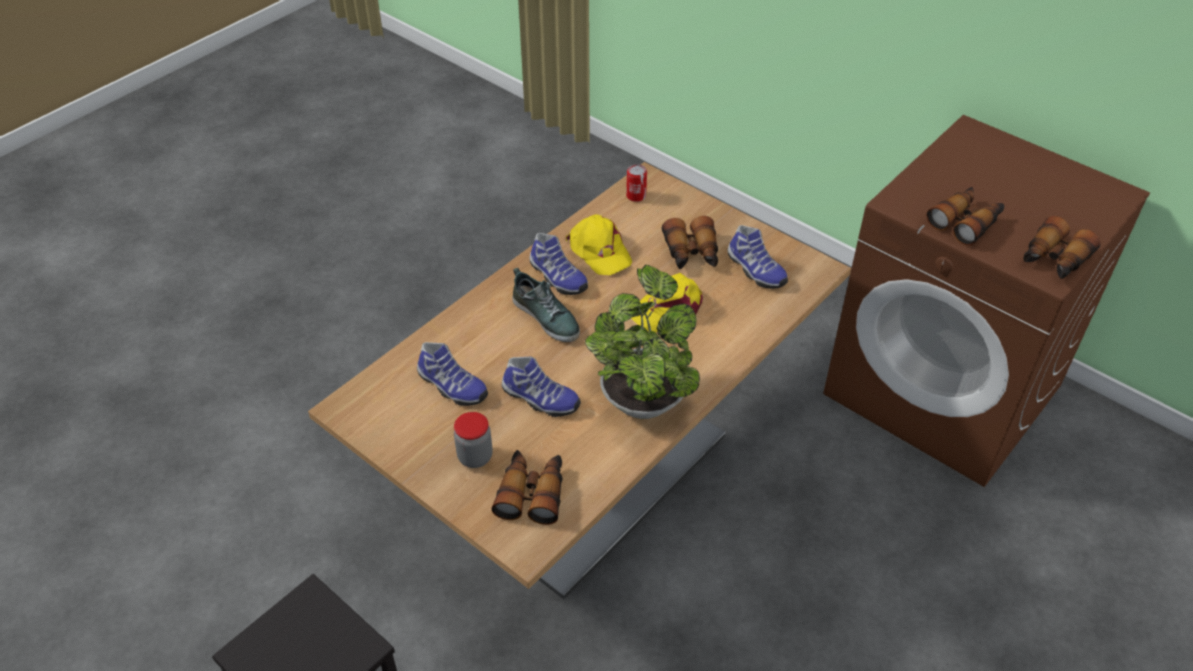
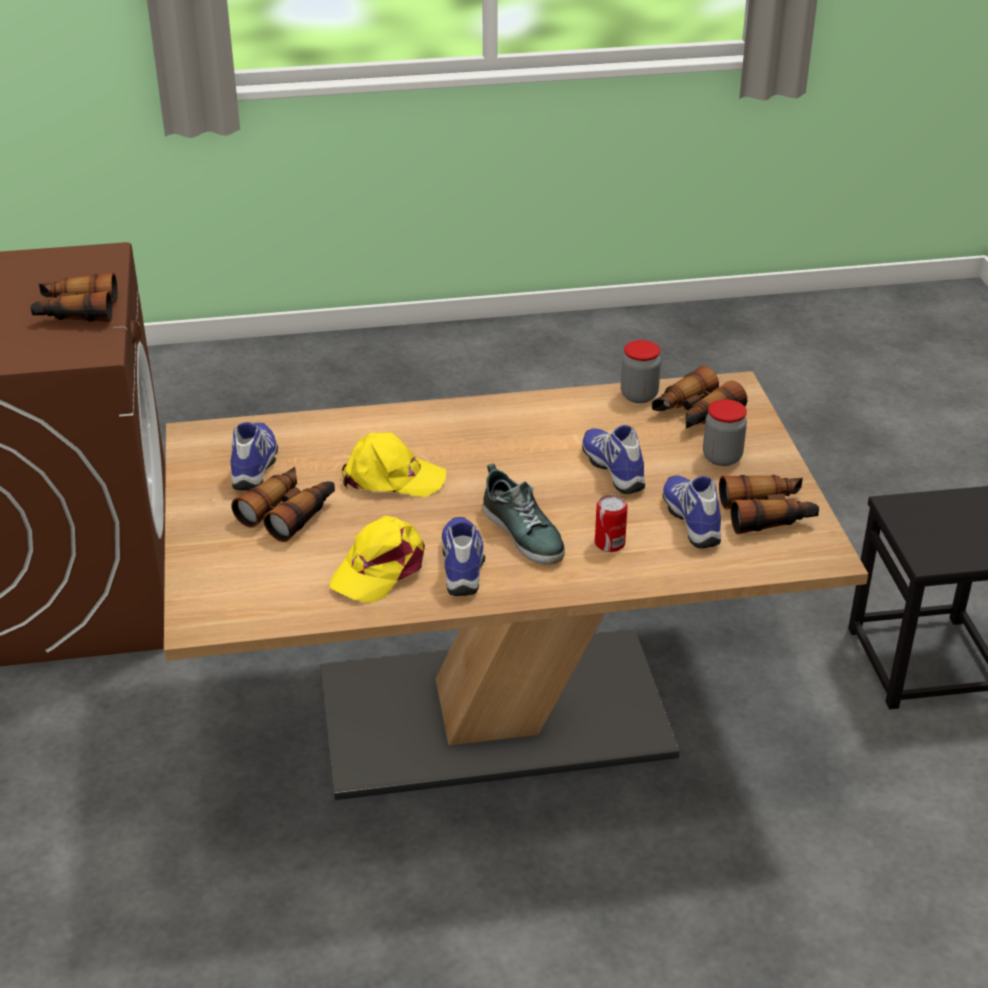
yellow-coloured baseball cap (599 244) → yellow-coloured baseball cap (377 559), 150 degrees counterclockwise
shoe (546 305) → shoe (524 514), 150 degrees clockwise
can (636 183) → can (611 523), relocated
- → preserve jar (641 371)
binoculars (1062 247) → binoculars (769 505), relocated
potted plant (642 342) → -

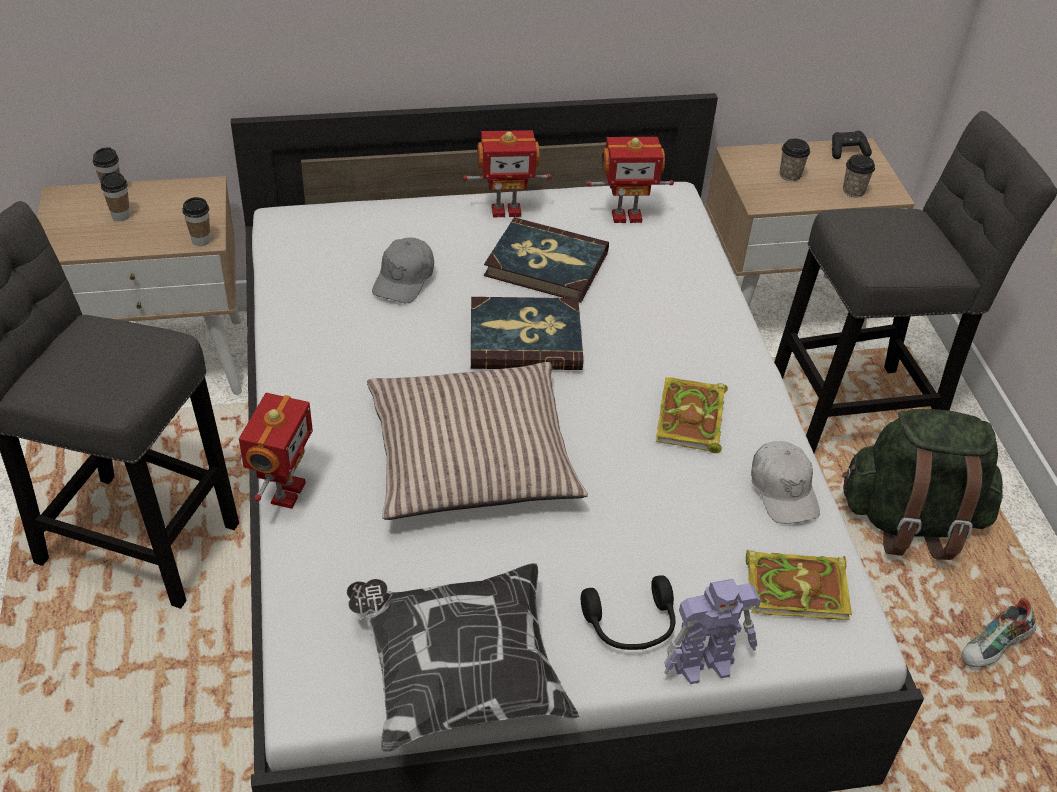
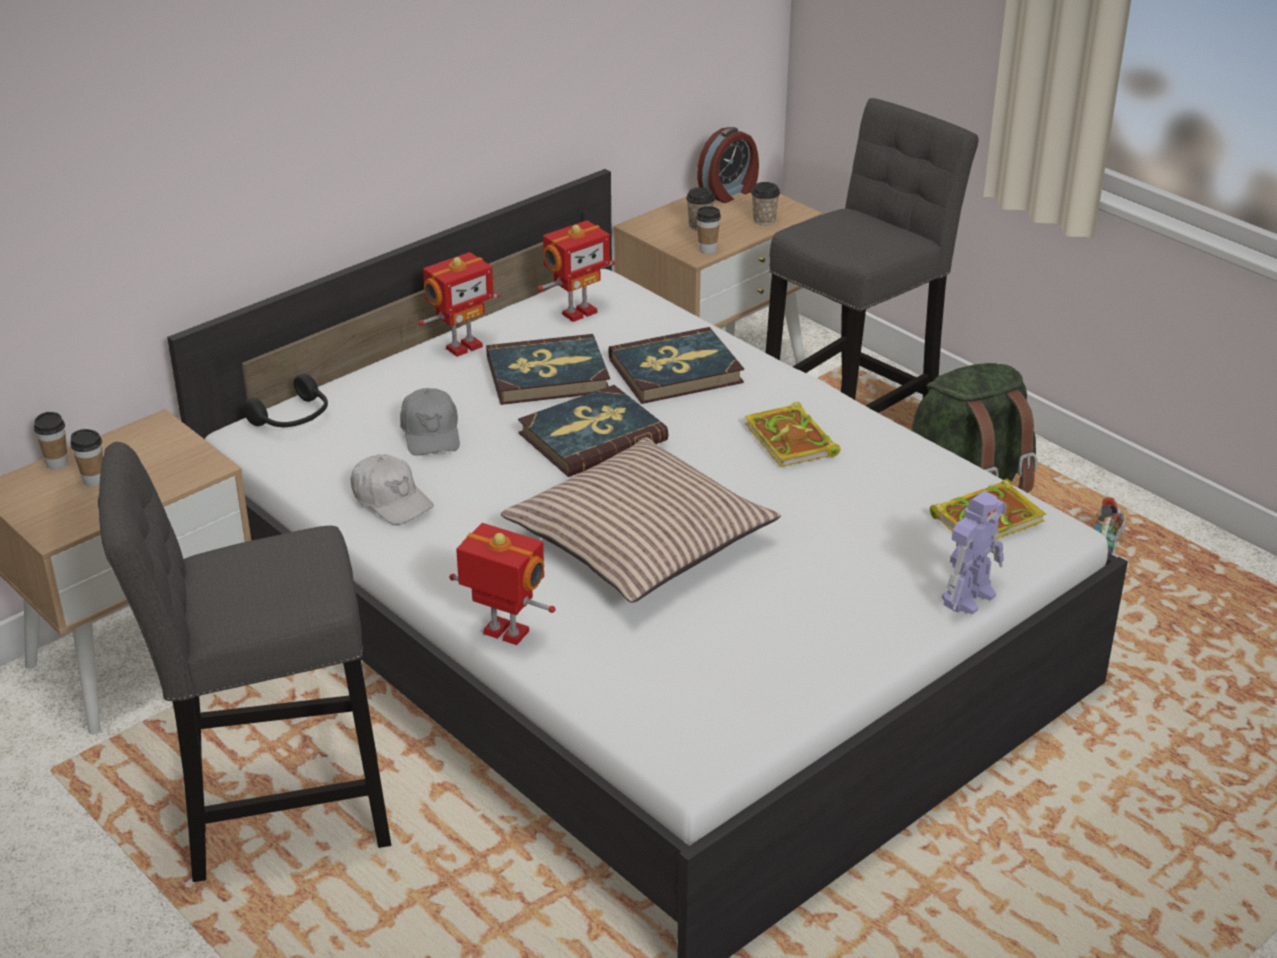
black-coloured headphones (628 612) → black-coloured headphones (285 400), relocated
white-coloured baseball cap (785 482) → white-coloured baseball cap (392 489), relocated
toy robot (276 451) → toy robot (502 584), 45 degrees counterclockwise
- → volume (676 365)
small cup (196 221) → small cup (708 230), relocated
black-coloured joypad (852 145) → bedside clock (728 165)
pillow (463 657) → -

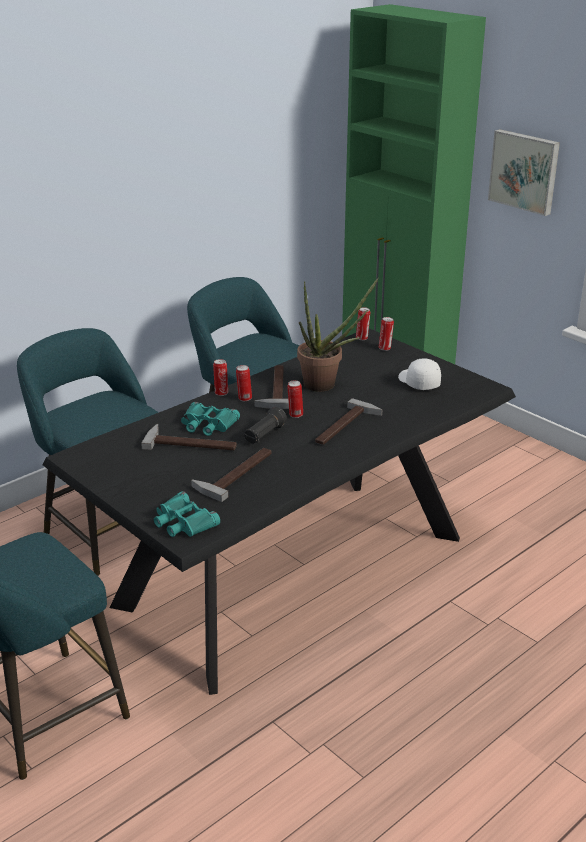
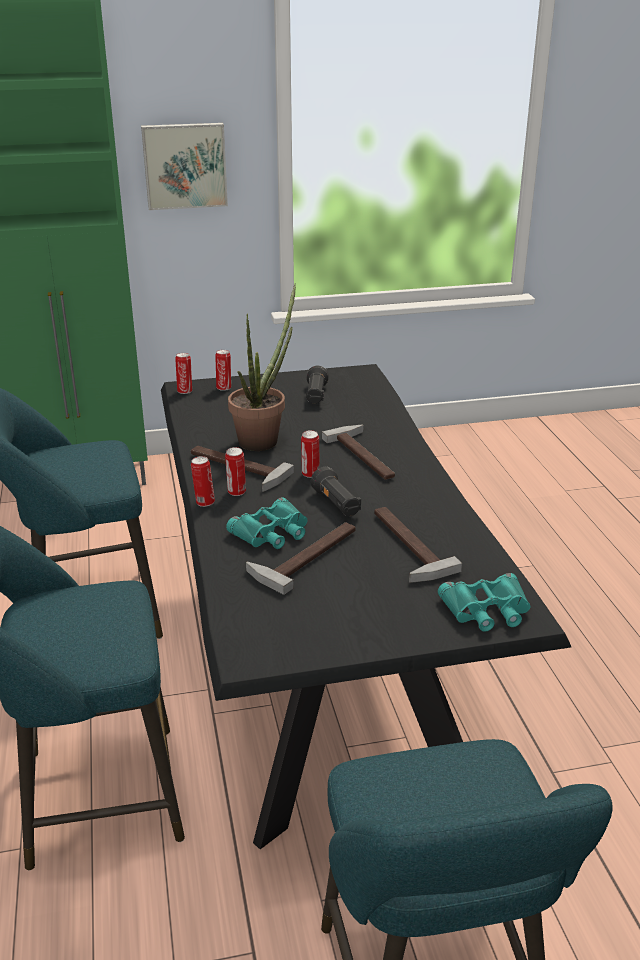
white-coloured baseball cap (419 374) → black-coloured flashlight (317 385)

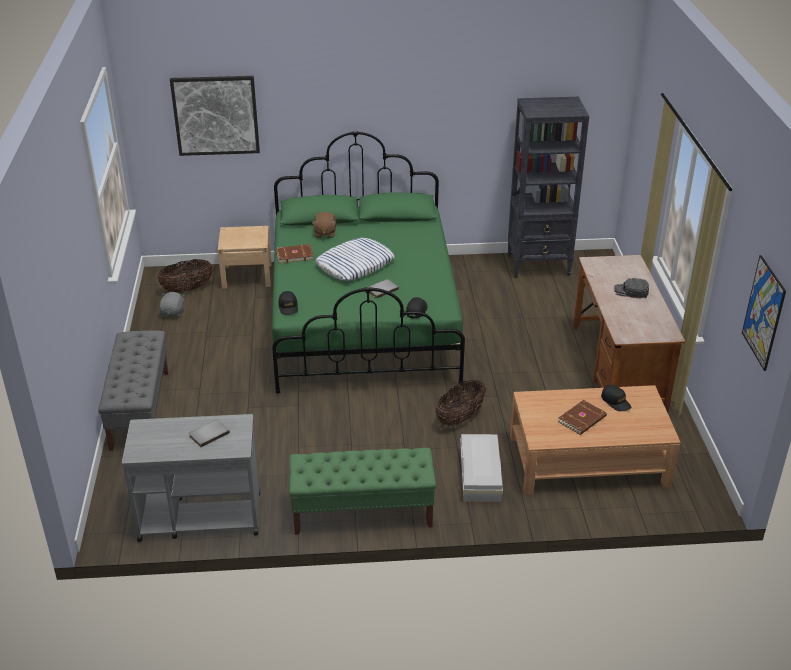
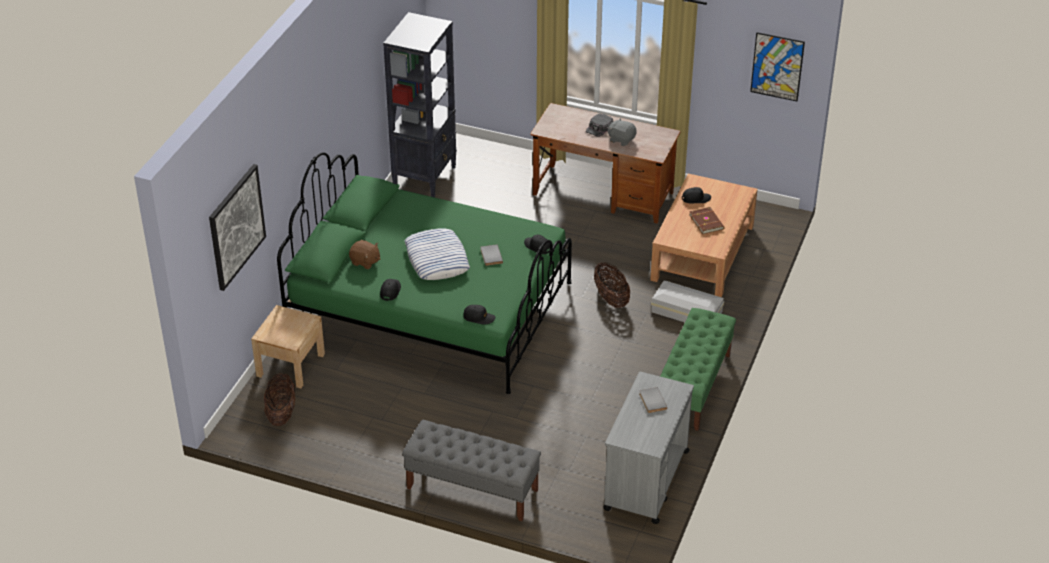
brownish volume (295 253) → black-coloured baseball cap (390 290)
gray plush toy (172 304) → gray plush toy (622 132), relocated

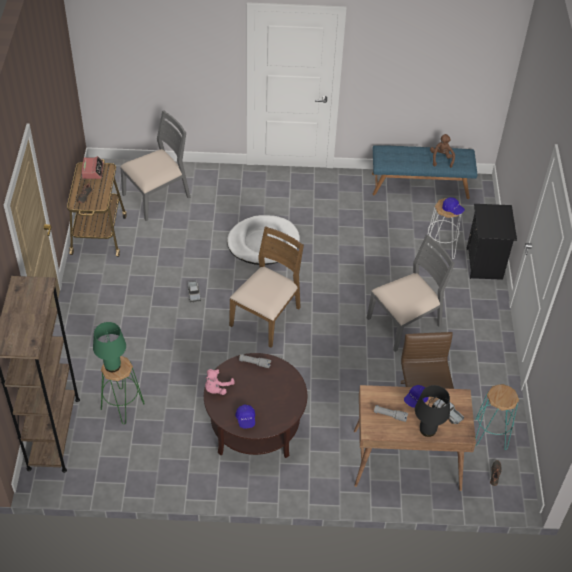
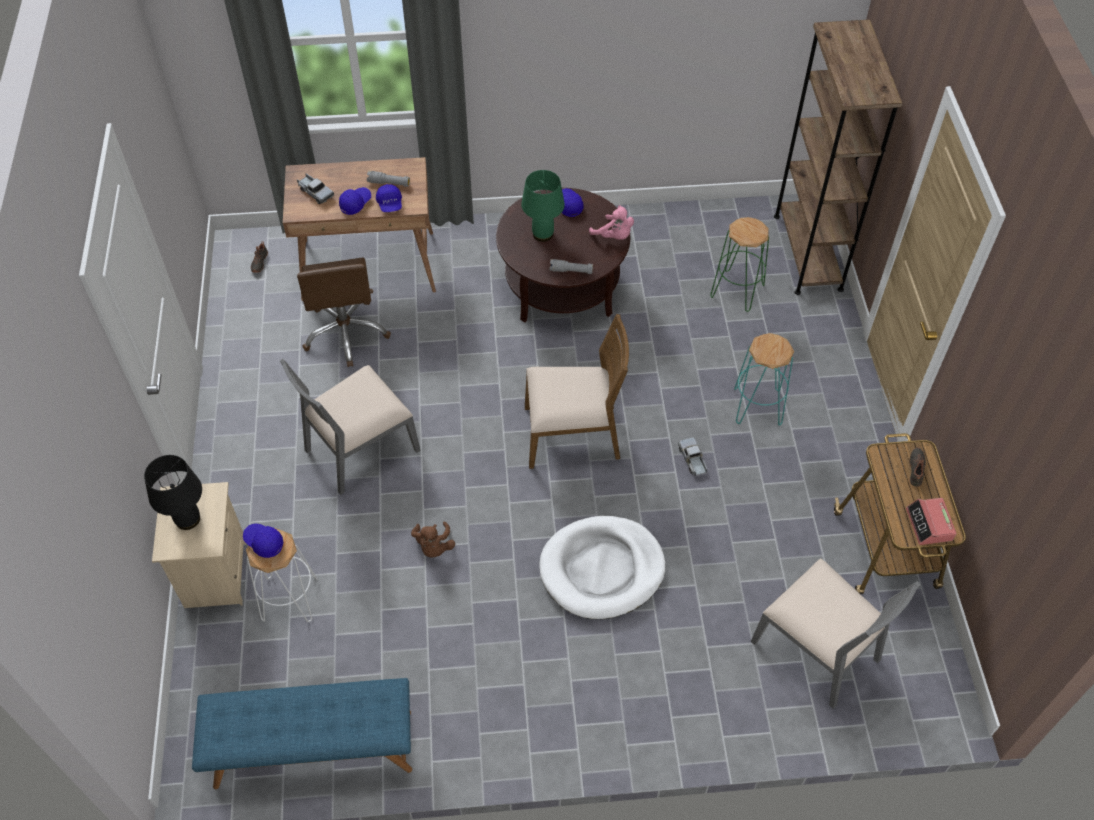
black-coloured tabletop lamp (432 411) → black-coloured tabletop lamp (173 492), relocated
black-coloured night table (492 242) → sand-coloured night table (199 545)
- → bluish baseball cap (389 198)
brownish plush toy (442 151) → brownish plush toy (433 540), relocated
green-coloured tabletop lamp (109 347) → green-coloured tabletop lamp (543 206), relocated
brownish plain chair (266 287) → brownish plain chair (577 391), 120 degrees counterclockwise
pink plush toy (220 382) → pink plush toy (611 222), 105 degrees clockwise
turquoise-coloured stool seat (497 417) → turquoise-coloured stool seat (764 379), relocated
gray plain chair (155 165) → gray plain chair (836 633), 90 degrees counterclockwise

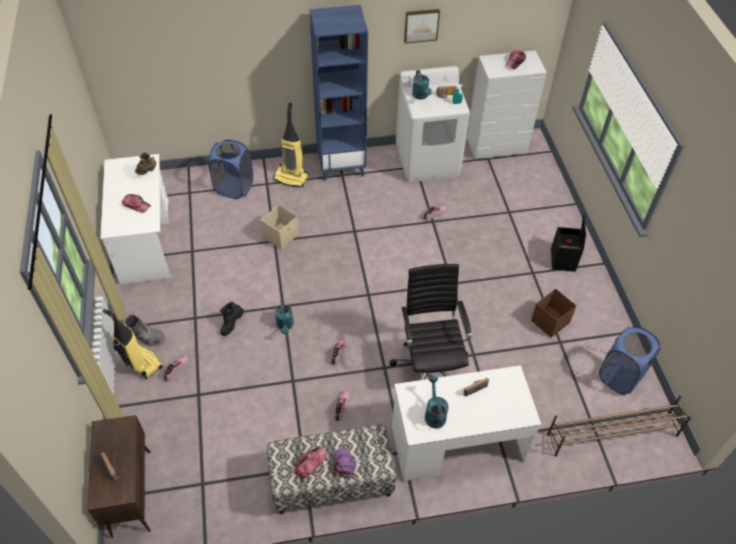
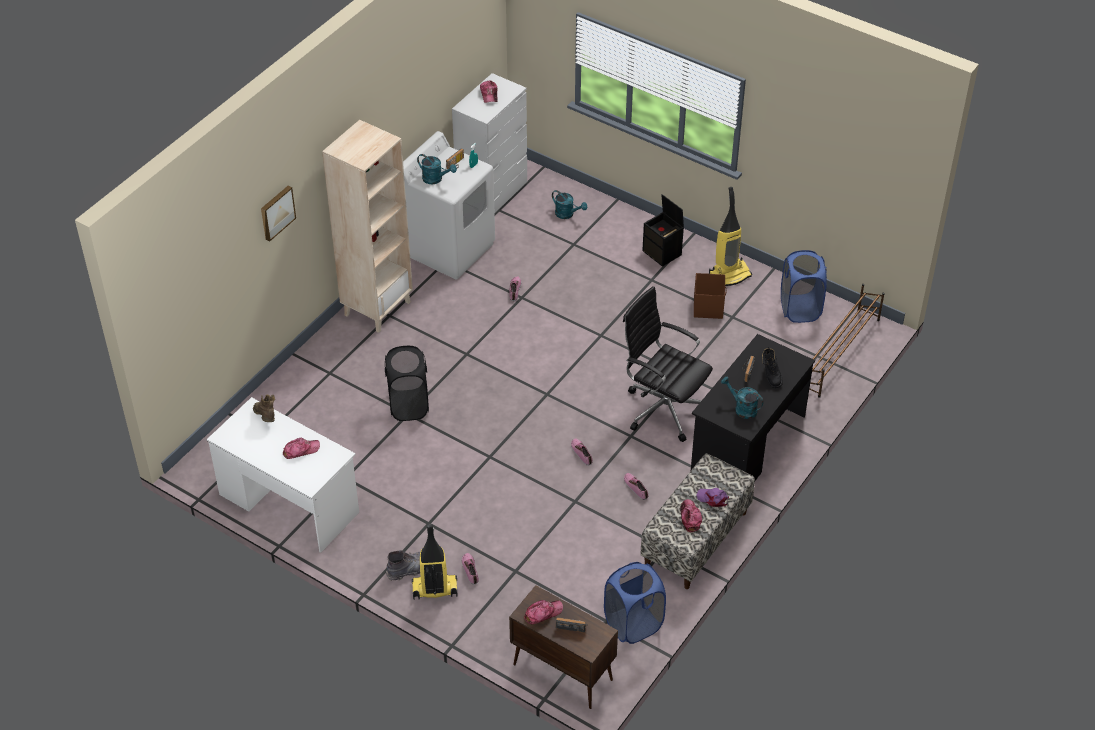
wall picture (422 26) → wall picture (278 214), relocated
bluish shelving unit (339 93) → sand-coloured shelving unit (367 226)
sand-coloured storage box (280 227) → black-coloured laundry basket (407 383)
- → baseball cap (543 612)
turquoise-coloured sprinkling can (284 317) → turquoise-coloured sprinkling can (569 204), relocated
bluish laundry basket (231 169) → bluish laundry basket (635 603), relocated
white-coloured desk (466 423) → black-coloured desk (753 407)
vacuum cleaner (291 145) → vacuum cleaner (730 236), relocated
black-coloured boot (232 319) → black-coloured boot (772 367), relocated

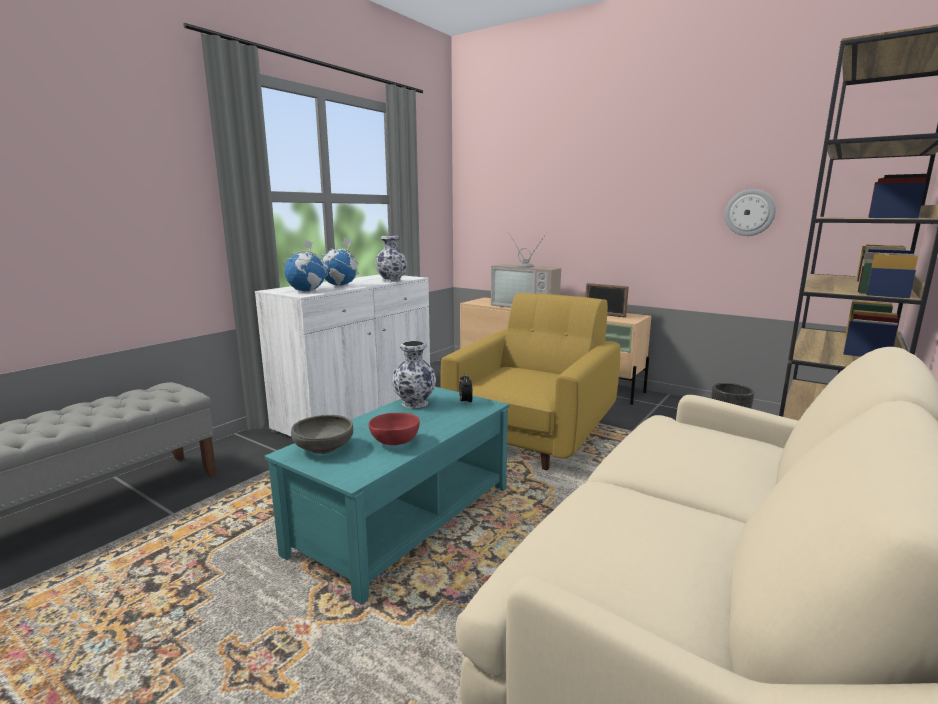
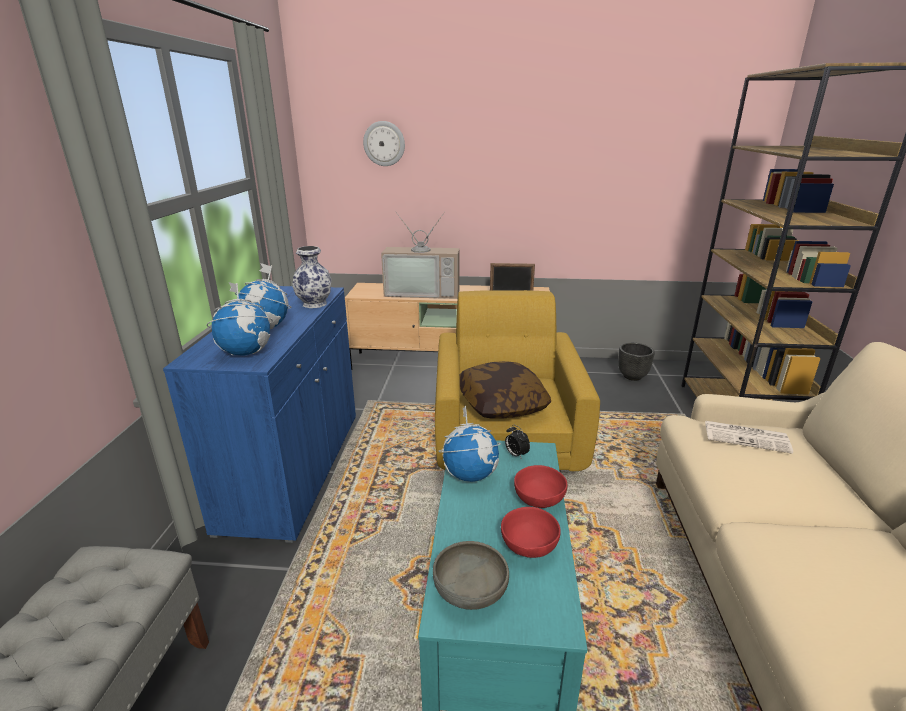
white-coloured cabinet (342 355) → bluish cabinet (259 414)
wall clock (750 212) → wall clock (384 143), relocated
decorative vase (414 374) → globe (469 444)
- → pillow (505 389)
- → red-coloured deep dish (540 486)
- → printed paper (749 437)

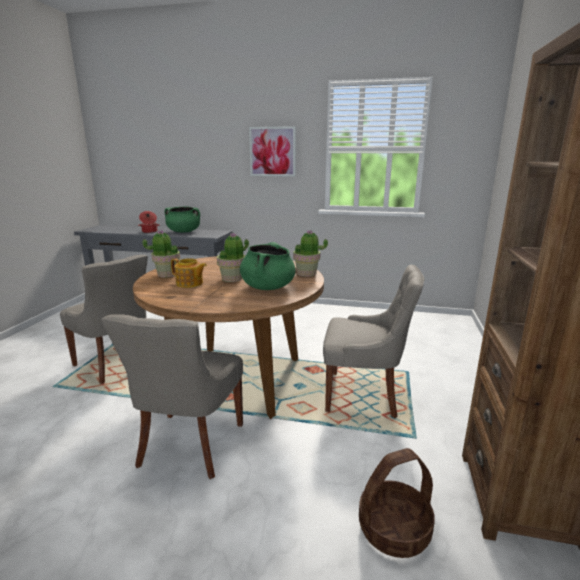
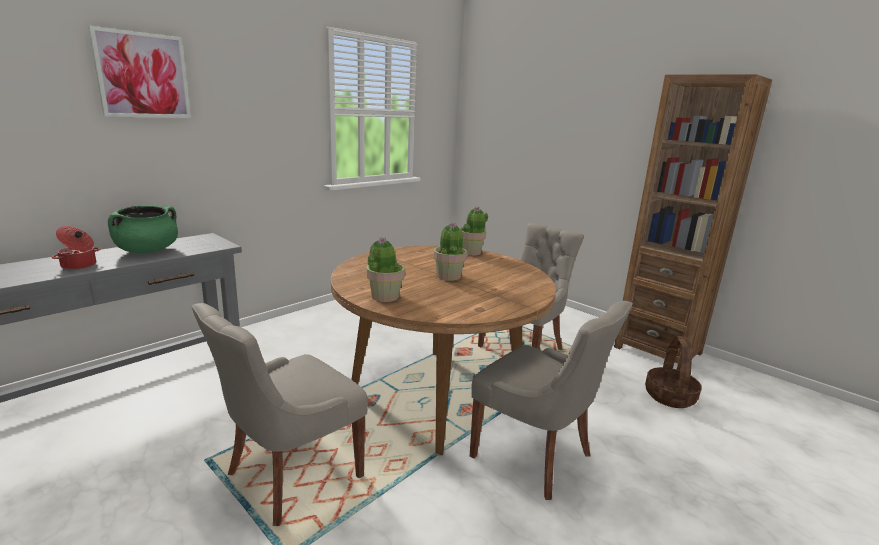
wall picture (272 151) → wall picture (140 72), relocated
gray plain chair (104 319) → gray plain chair (279 414), 150 degrees clockwise
tea pot (189 273) → -
green-coloured saucepot (267 266) → -

